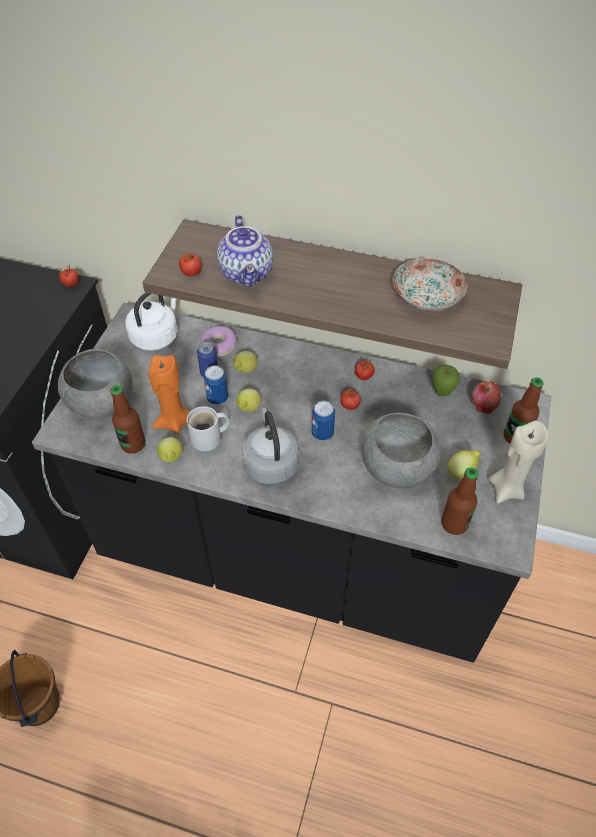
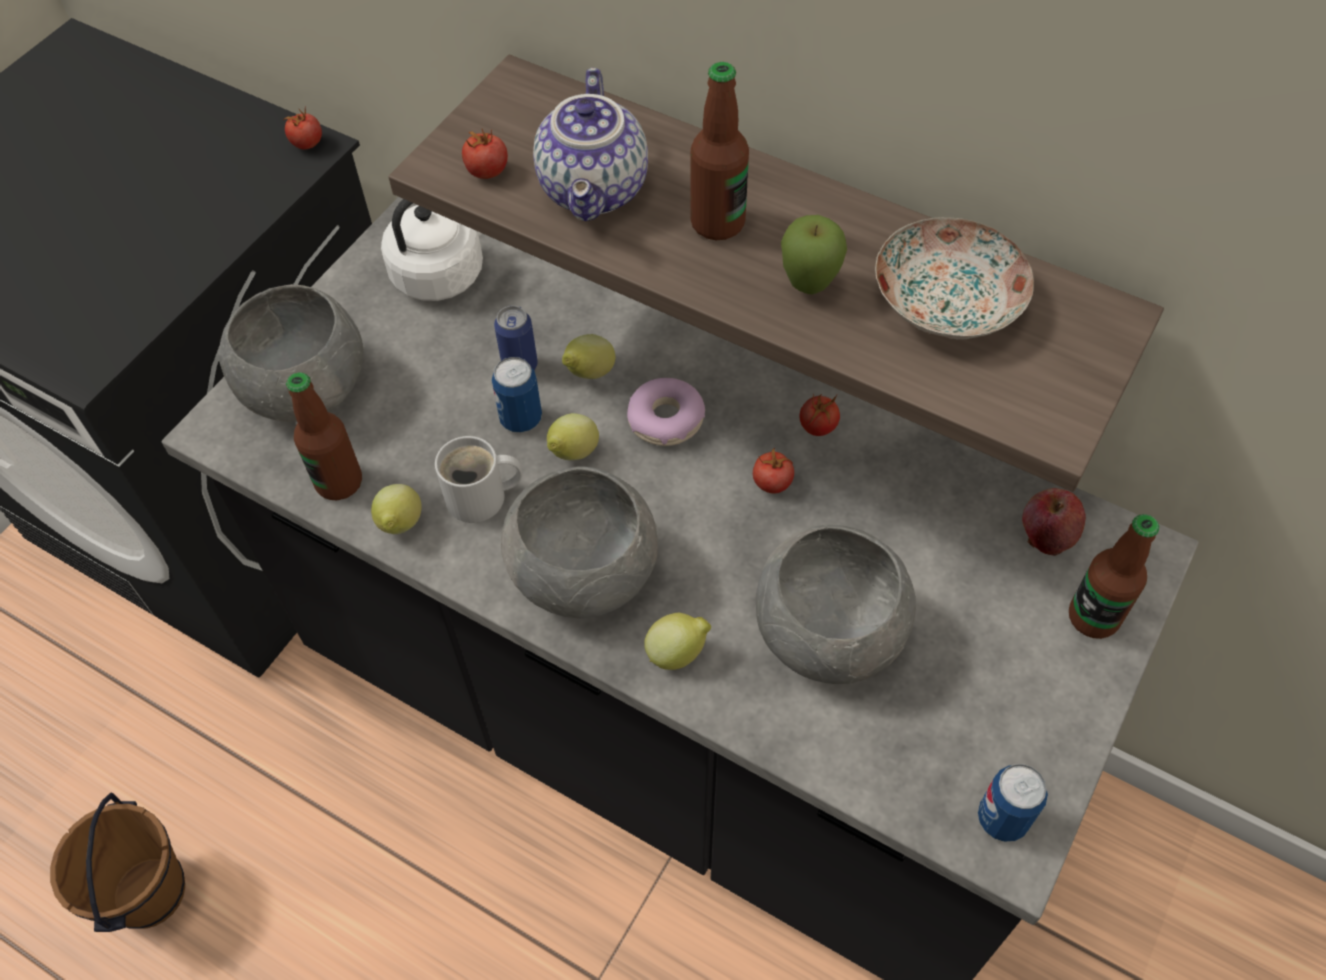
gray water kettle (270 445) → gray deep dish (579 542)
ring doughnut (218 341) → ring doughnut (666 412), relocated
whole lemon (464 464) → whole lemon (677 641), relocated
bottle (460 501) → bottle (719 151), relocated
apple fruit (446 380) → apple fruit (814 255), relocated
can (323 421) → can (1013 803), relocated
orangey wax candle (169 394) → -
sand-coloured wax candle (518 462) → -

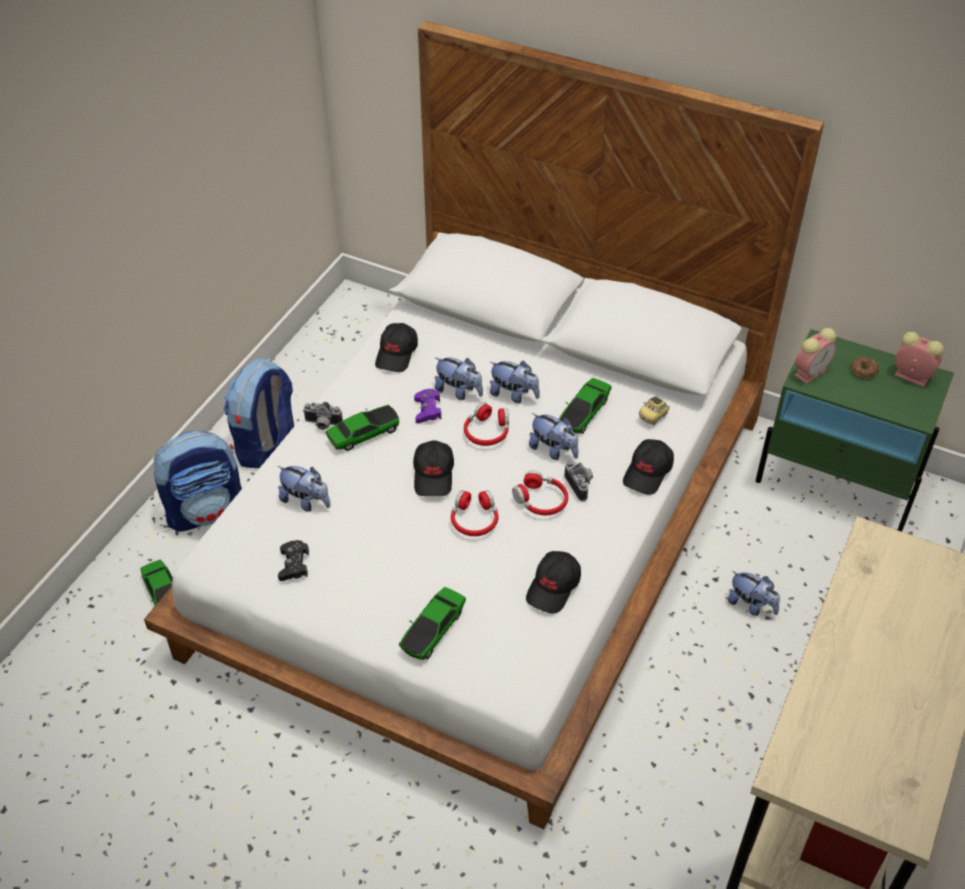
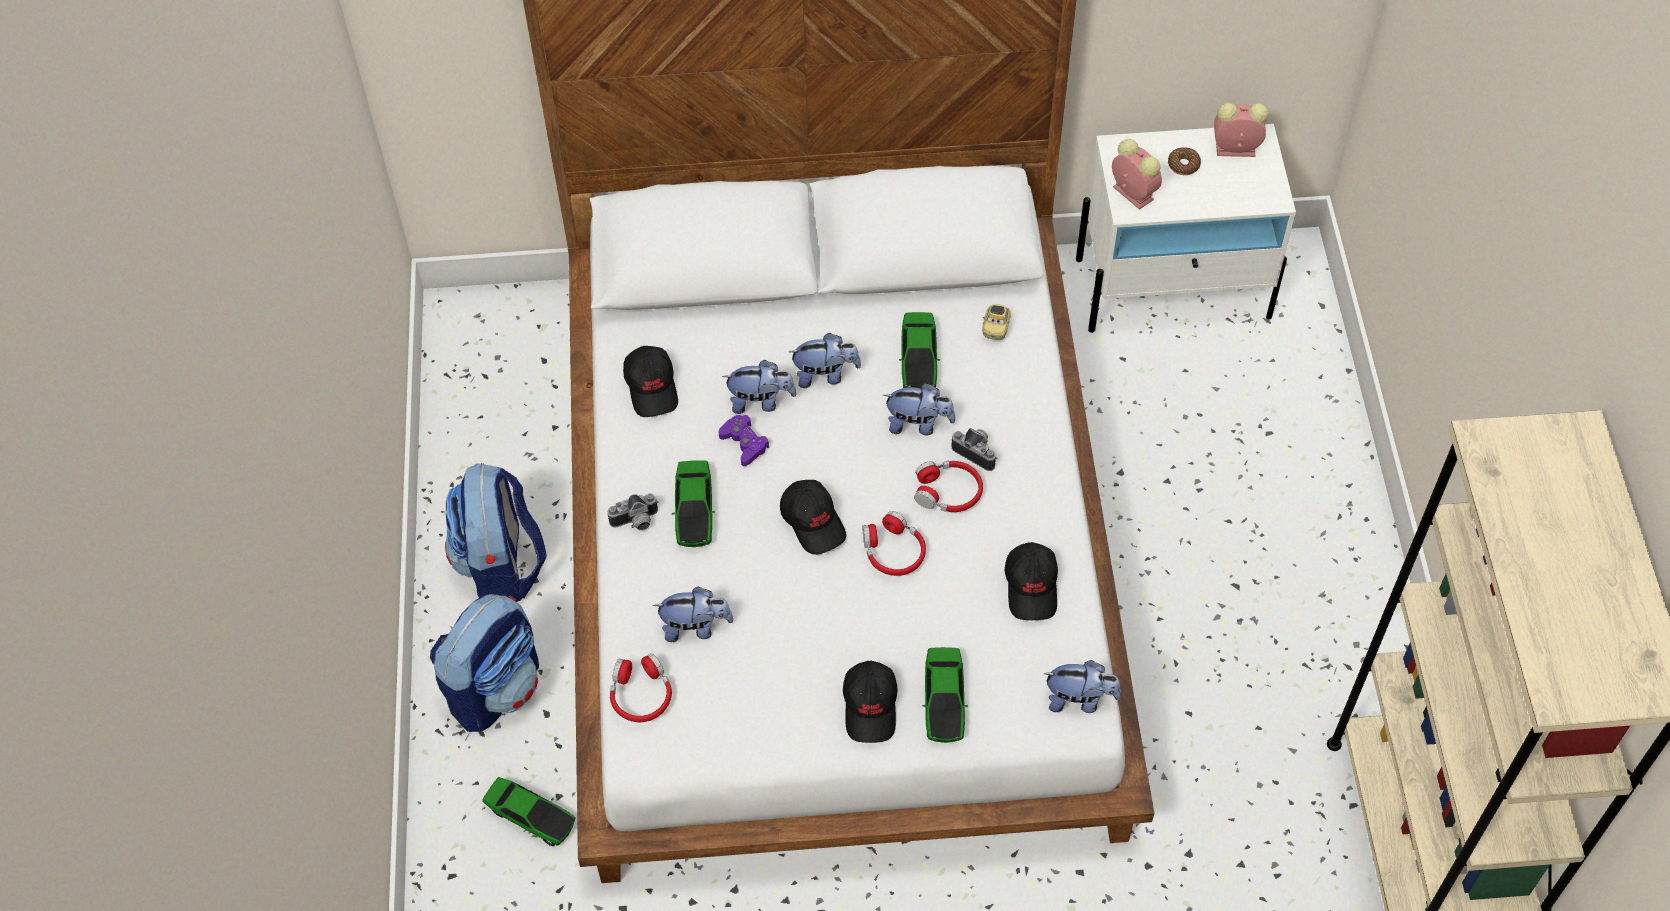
red-coloured headphones (486 424) → red-coloured headphones (641 687), relocated
model car (362 428) → model car (693 503), 150 degrees clockwise
black-coloured baseball cap (648 467) → black-coloured baseball cap (870 702), relocated
plush toy (754 593) → plush toy (1082 686), relocated
green-coloured night table (855 430) → white-coloured night table (1186 228)
bedside clock (815 356) → bedside clock (1137 174), 60 degrees counterclockwise
black-coloured joypad (293 560) → -

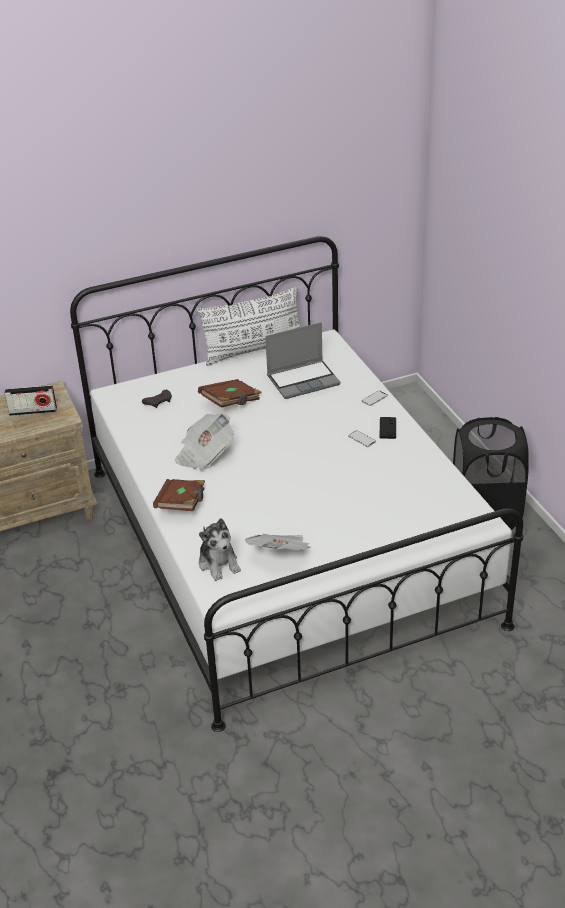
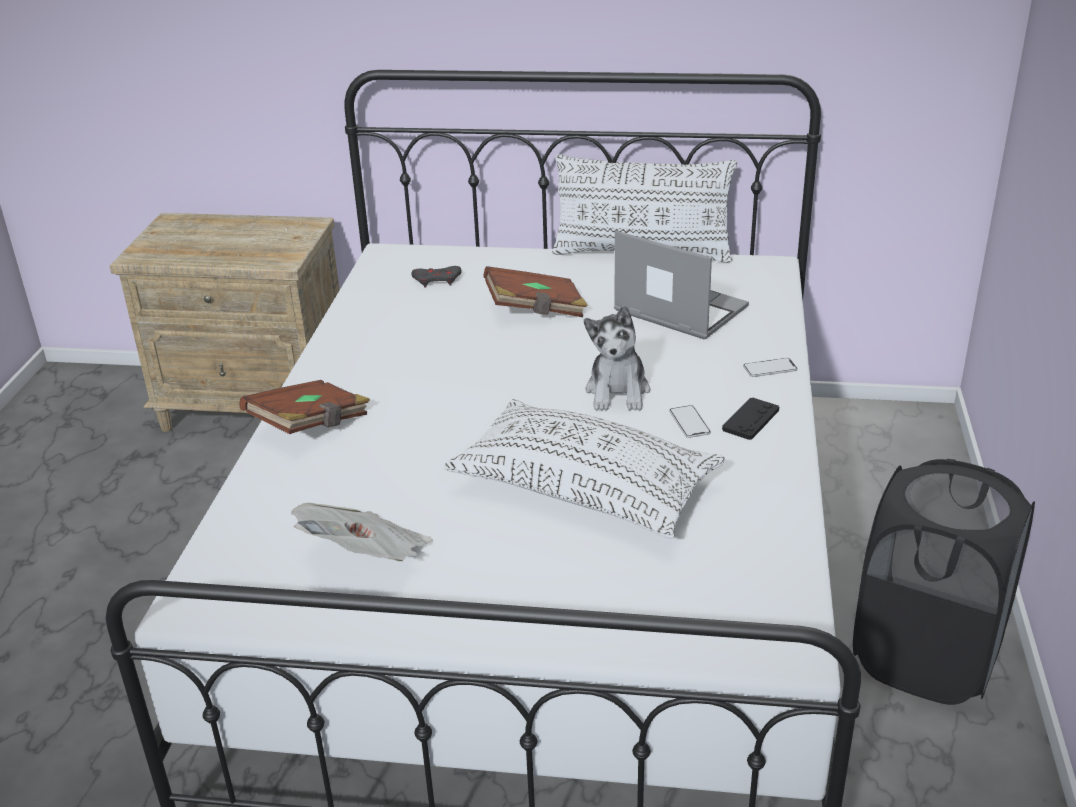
- → white-coloured pillow (584 469)
plush toy (220 549) → plush toy (617 358), relocated
laptop (302 360) → laptop (681 285), 150 degrees counterclockwise
radio receiver (31 400) → -
printed paper (204 441) → -

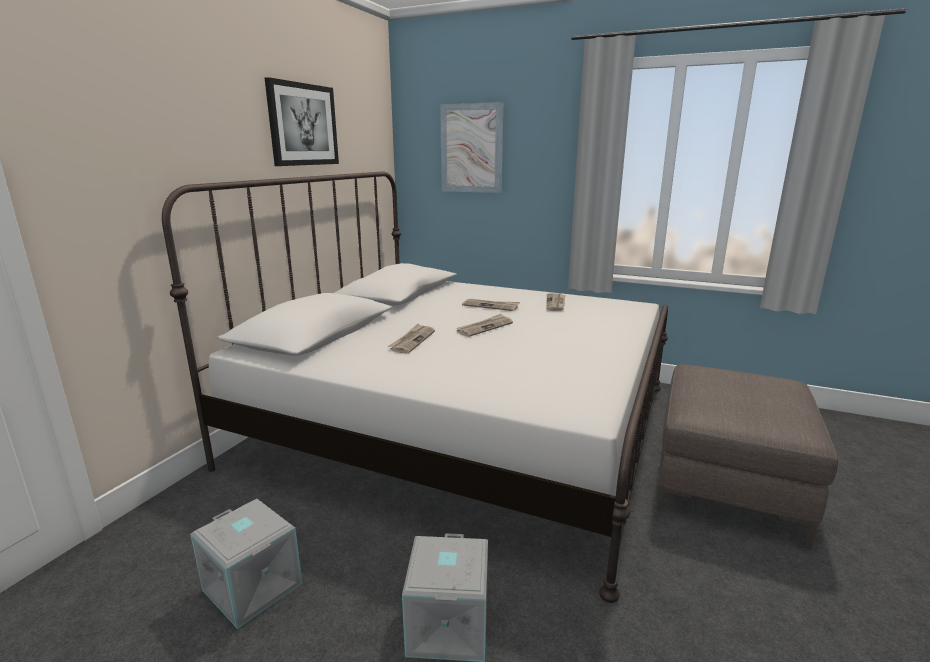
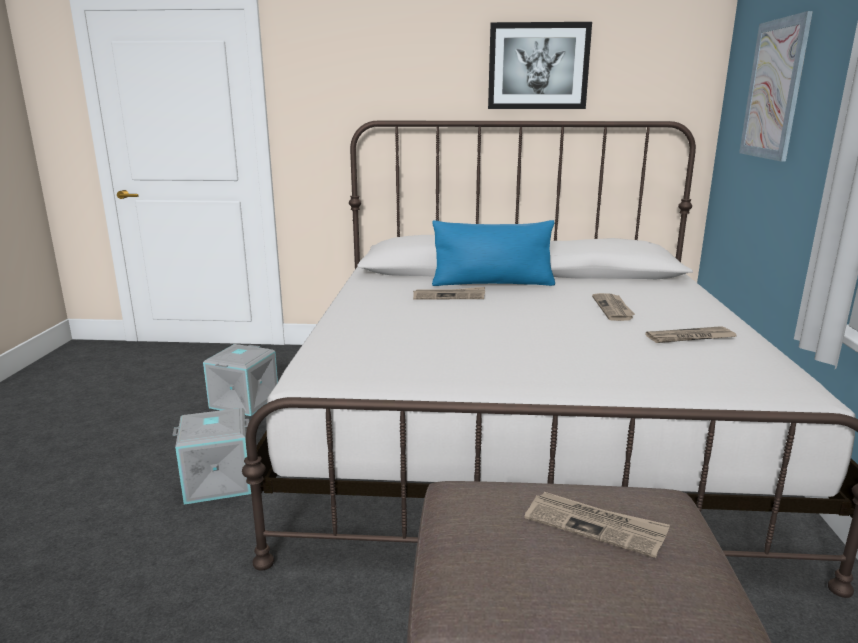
- → bluish pillow (493 253)
printed paper (484 325) → printed paper (597 525), relocated

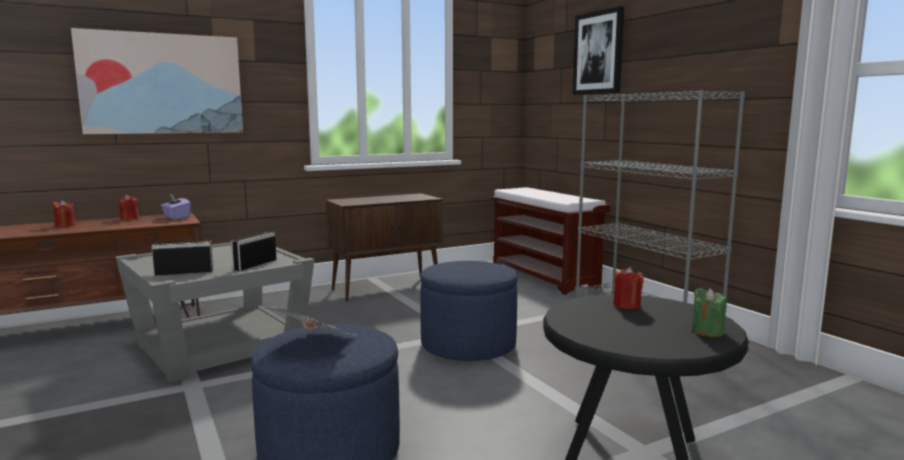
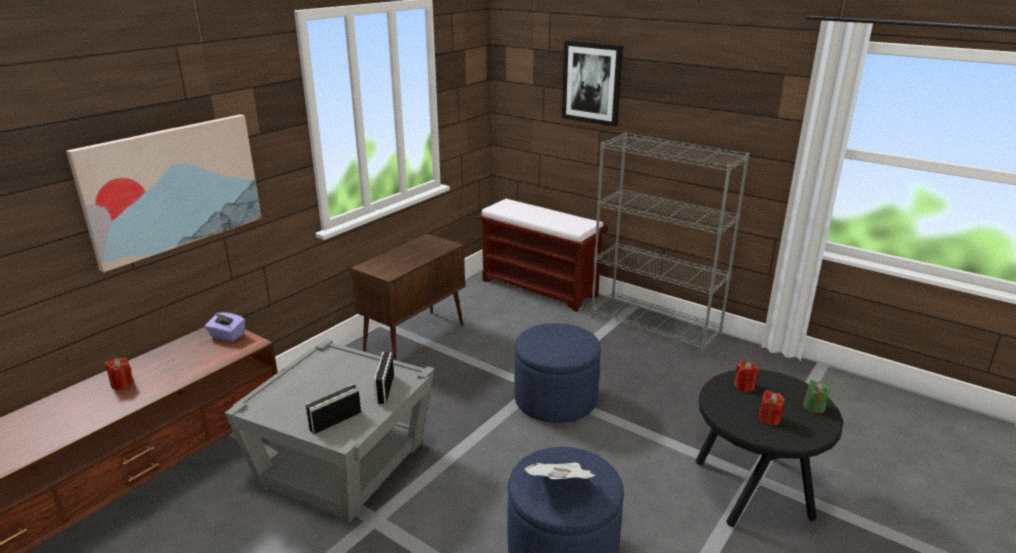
red-coloured wax candle (128 207) → red-coloured wax candle (772 407), relocated

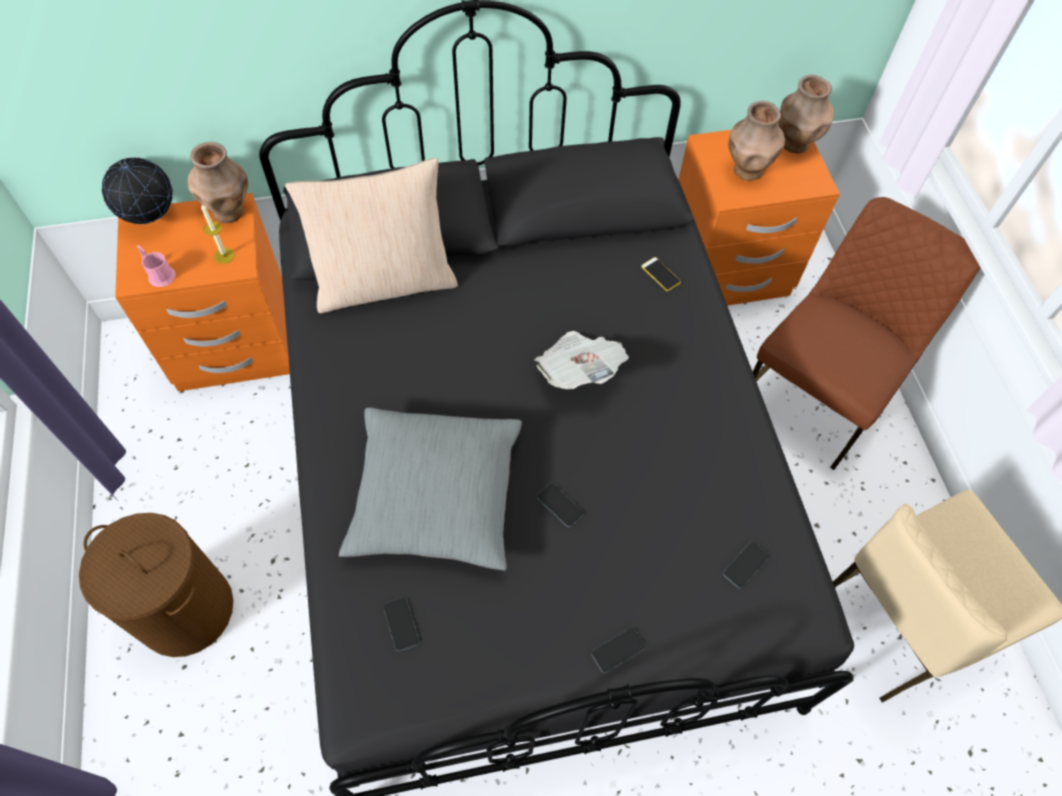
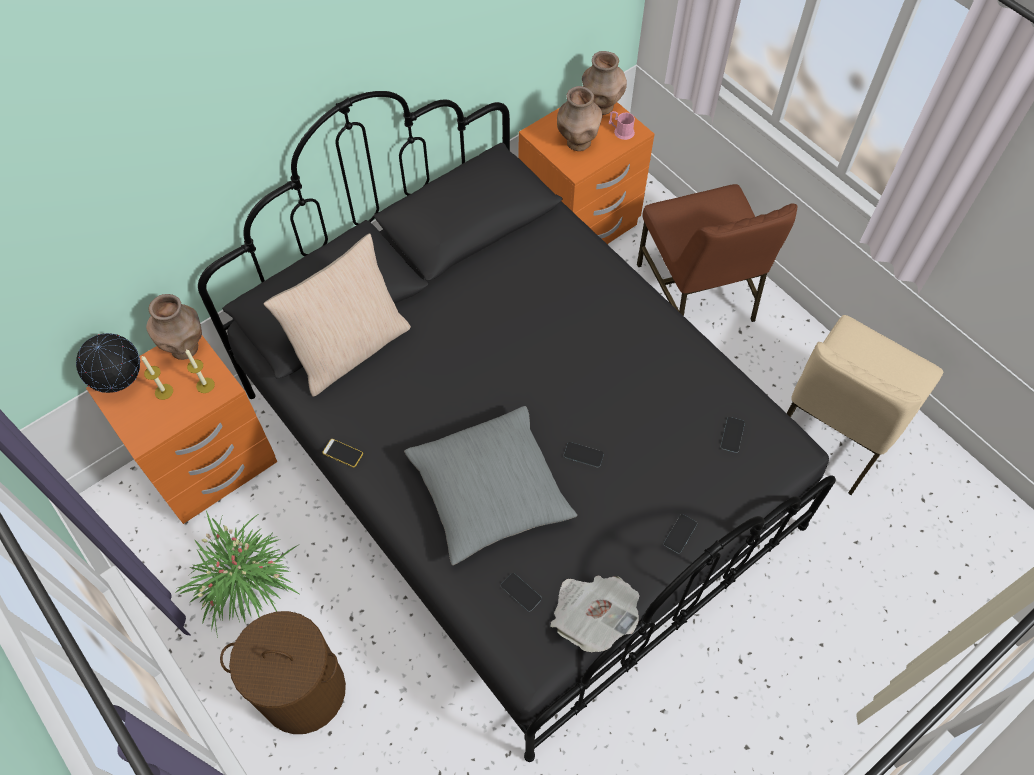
- → wax candle (157 378)
- → potted plant (237 574)
handset (661 274) → handset (343 453), relocated
printed paper (581 360) → printed paper (595 614), relocated
pink mug (156 266) → pink mug (622 125), relocated
brownish plain chair (867 333) → brownish plain chair (717 253), 150 degrees clockwise

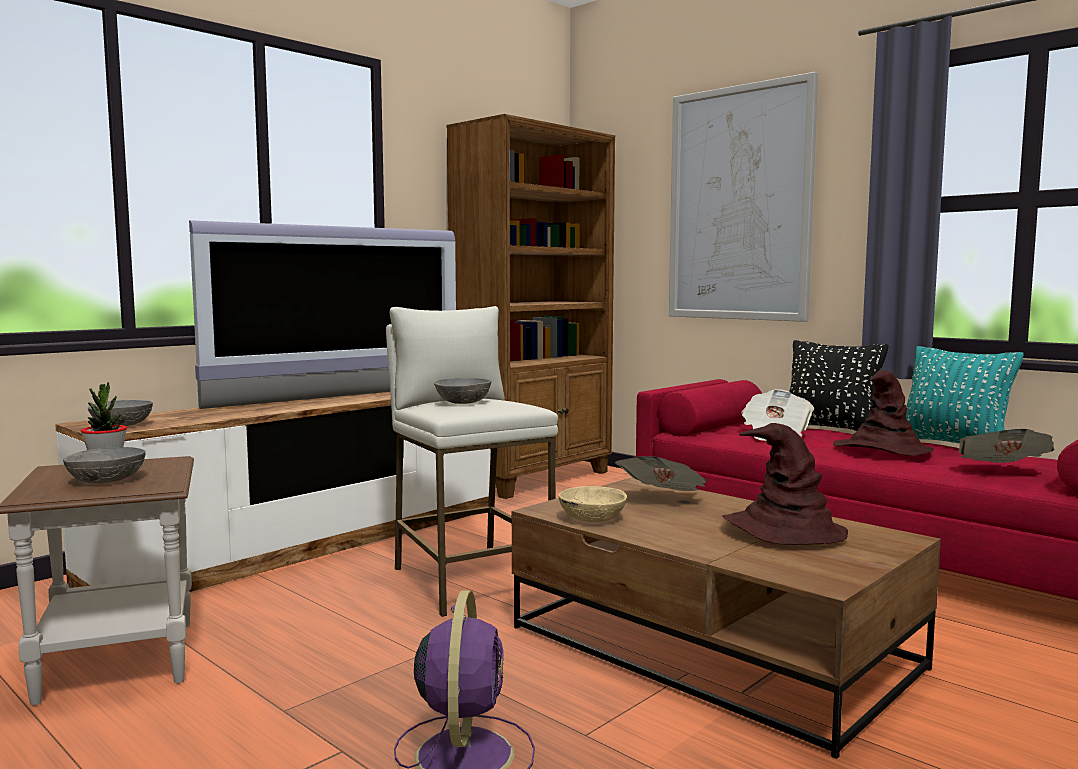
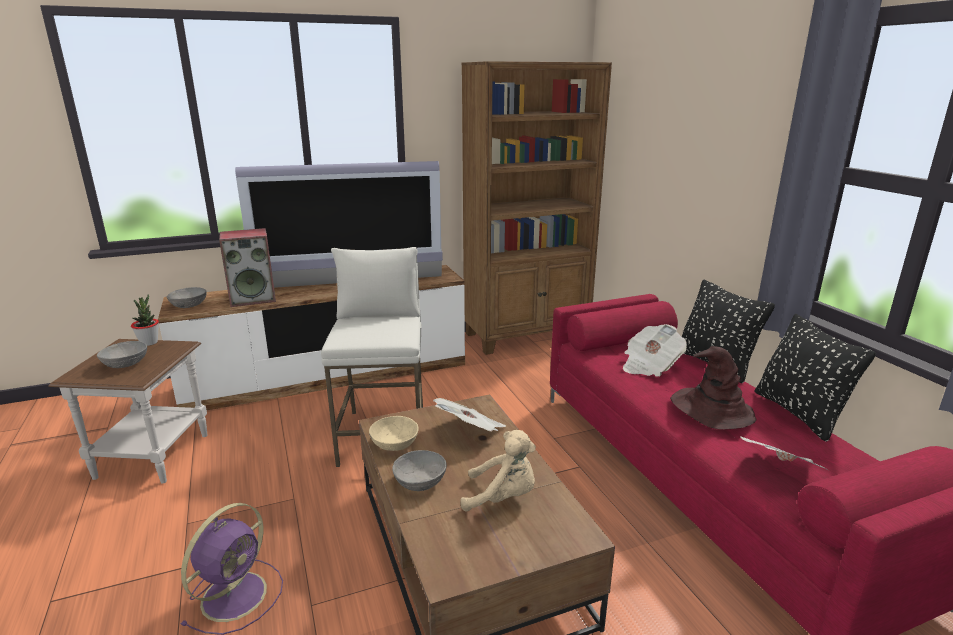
- → speaker (247 267)
gray deep dish (462 391) → gray deep dish (419 470), relocated
brownish hat (785 484) → sand-coloured plush toy (498 471)
turquoise-coloured pillow (964 394) → black-coloured pillow (815 378)
wall picture (743 197) → -

